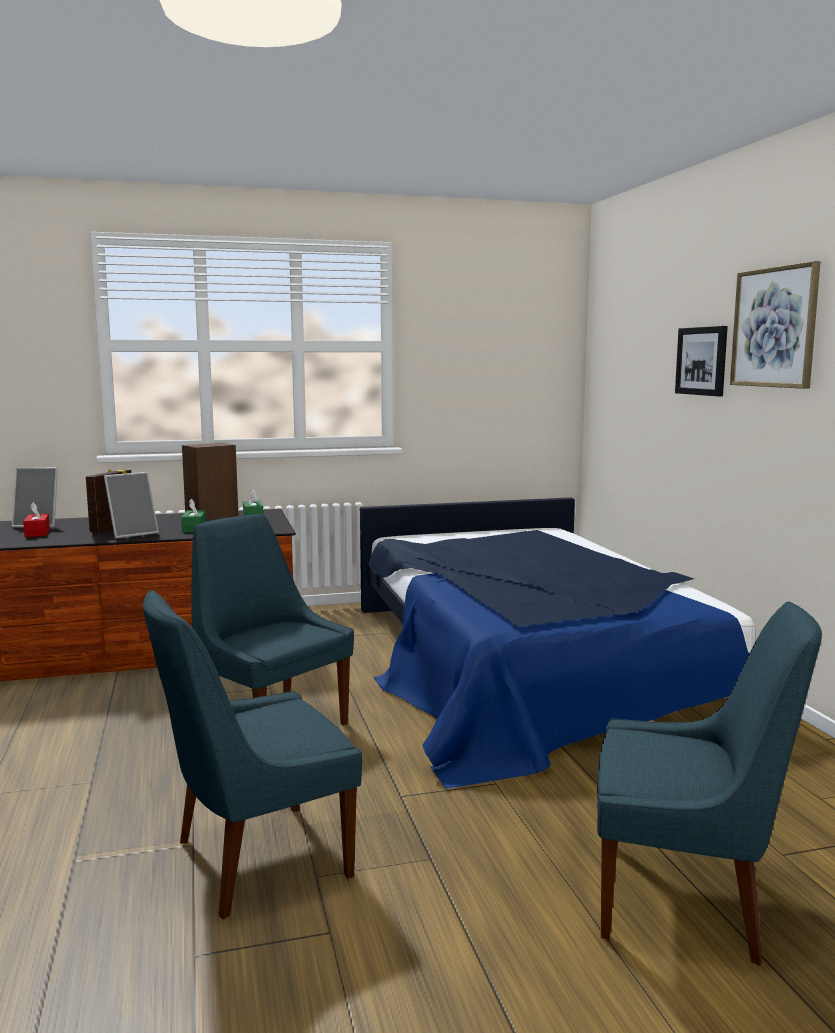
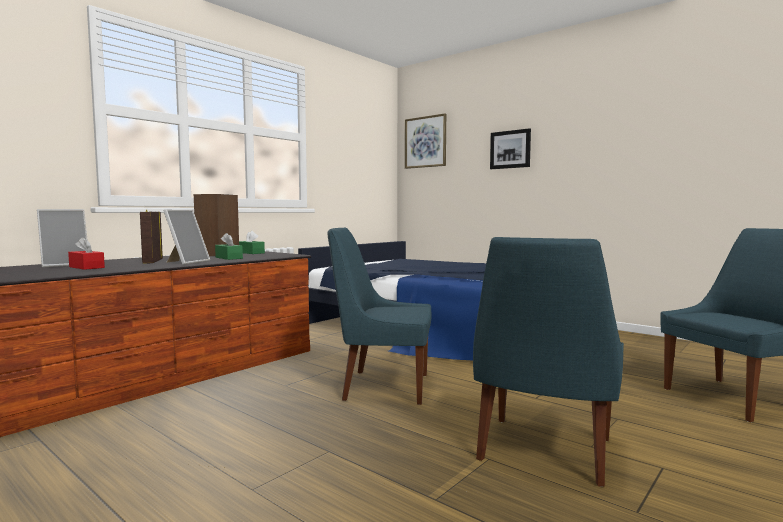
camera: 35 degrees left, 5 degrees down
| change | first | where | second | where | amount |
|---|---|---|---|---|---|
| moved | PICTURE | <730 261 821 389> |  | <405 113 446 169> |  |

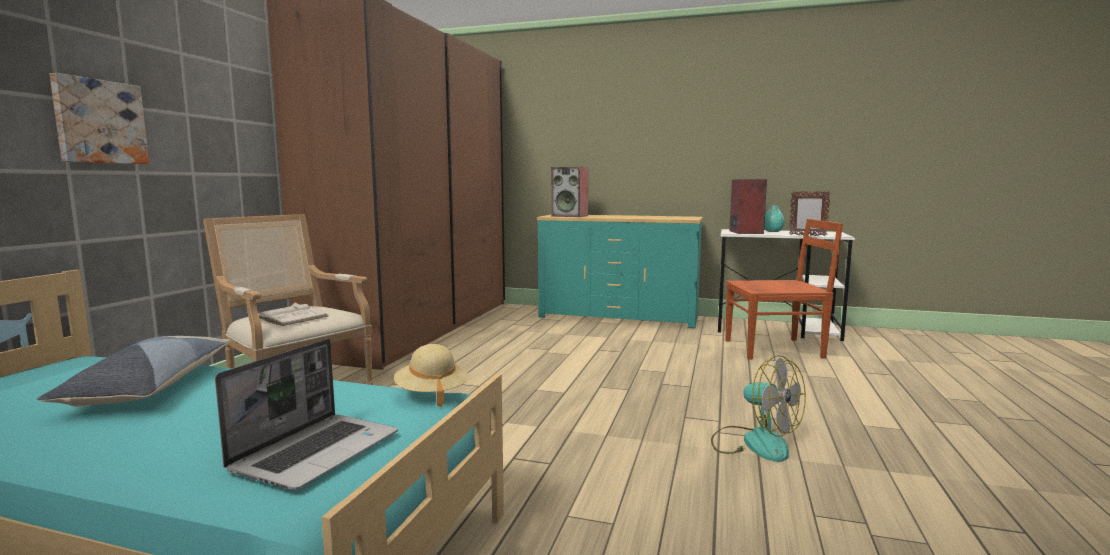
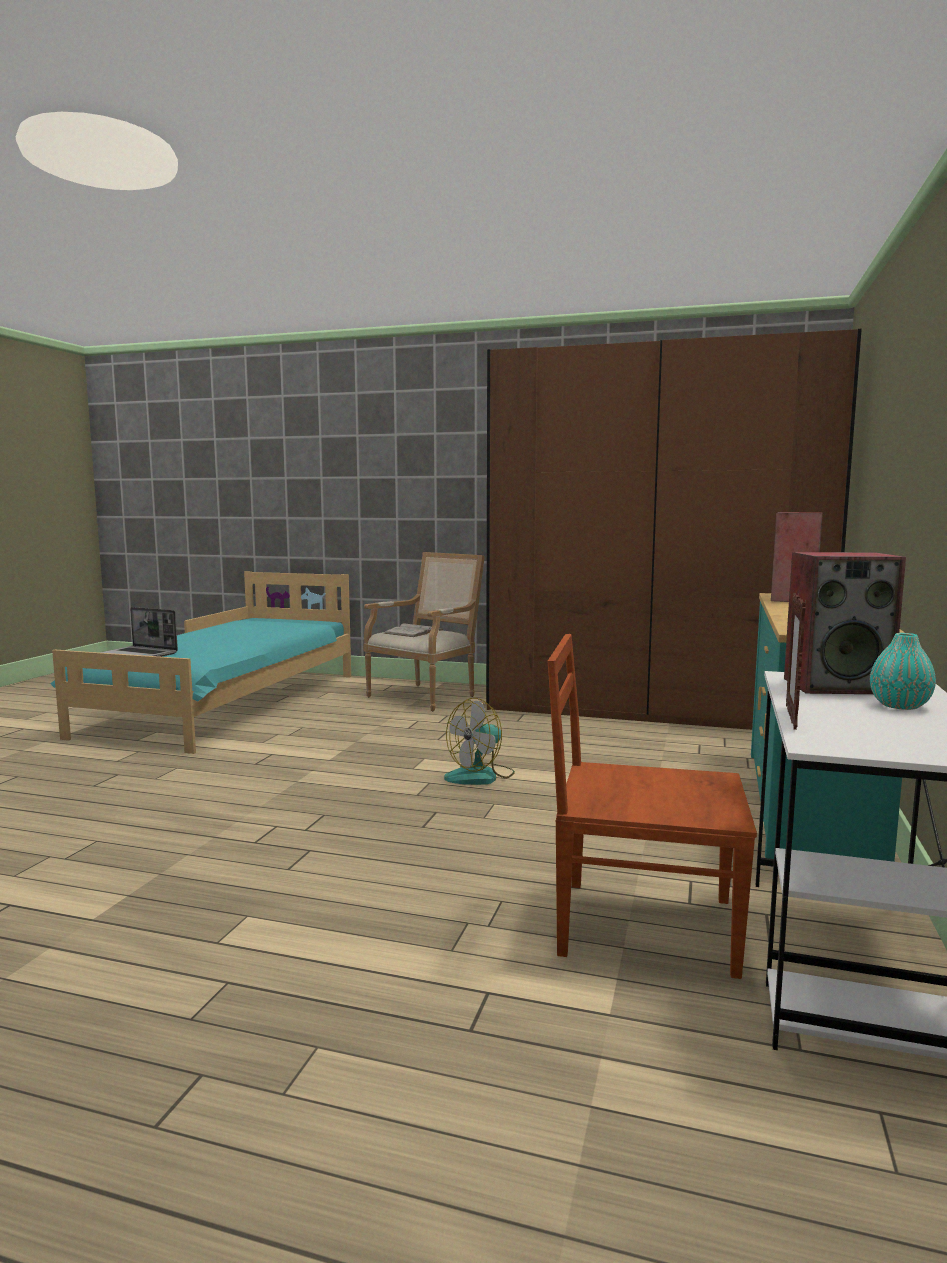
camera: 90 degrees right, 0 degrees up
| change | first | where | second | where | amount |
|---|---|---|---|---|---|
| moved | FAN | <711 355 806 462> |  | <444 698 515 785> |  |
| turned | BROWN CHAIR | <726 219 843 359> |  | <547 634 757 979> | 105 degrees clockwise |
| removed | PILLOW | <37 336 231 407> |  |  |  |
| removed | PICTURE | <50 73 149 164> |  |  |  |
| removed | BEIGE HAT | <394 344 469 407> |  |  |  |

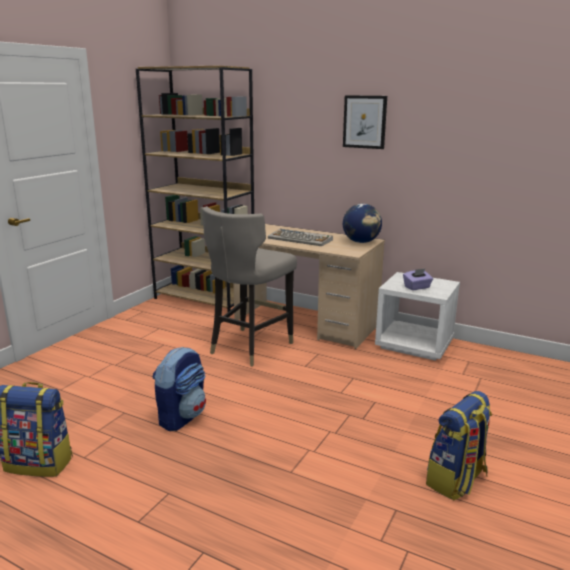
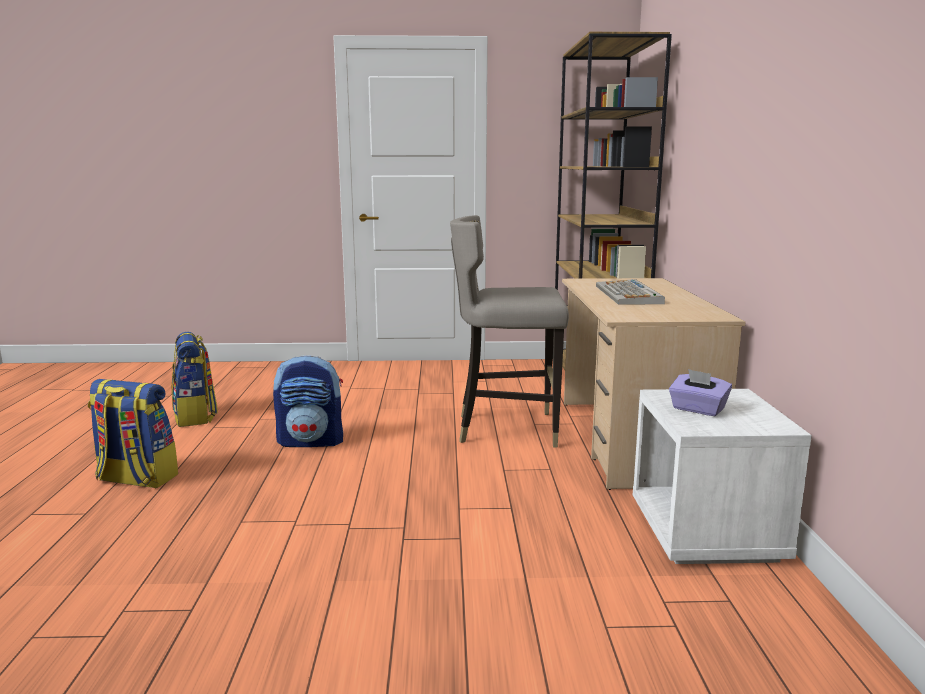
camera: 60 degrees right, 5 degrees down
| change | first | where | second | where | amount |
|---|---|---|---|---|---|
| moved | BACKPACK | <426 391 492 501> |  | <88 379 178 488> |  |
| removed | PICTURE | <343 95 387 149> |  |  |  |
| removed | GLOBE | <343 204 382 243> |  |  |  |

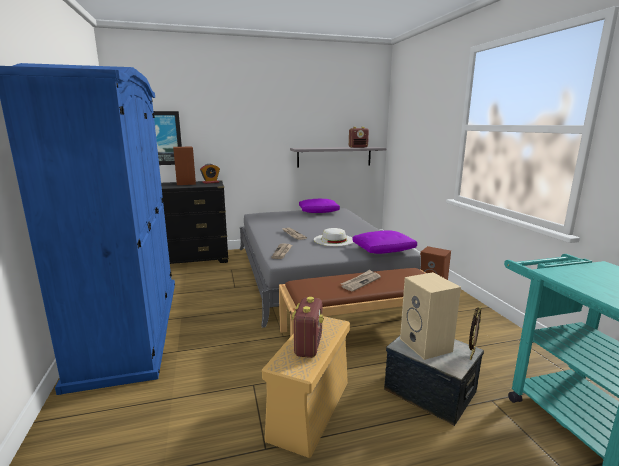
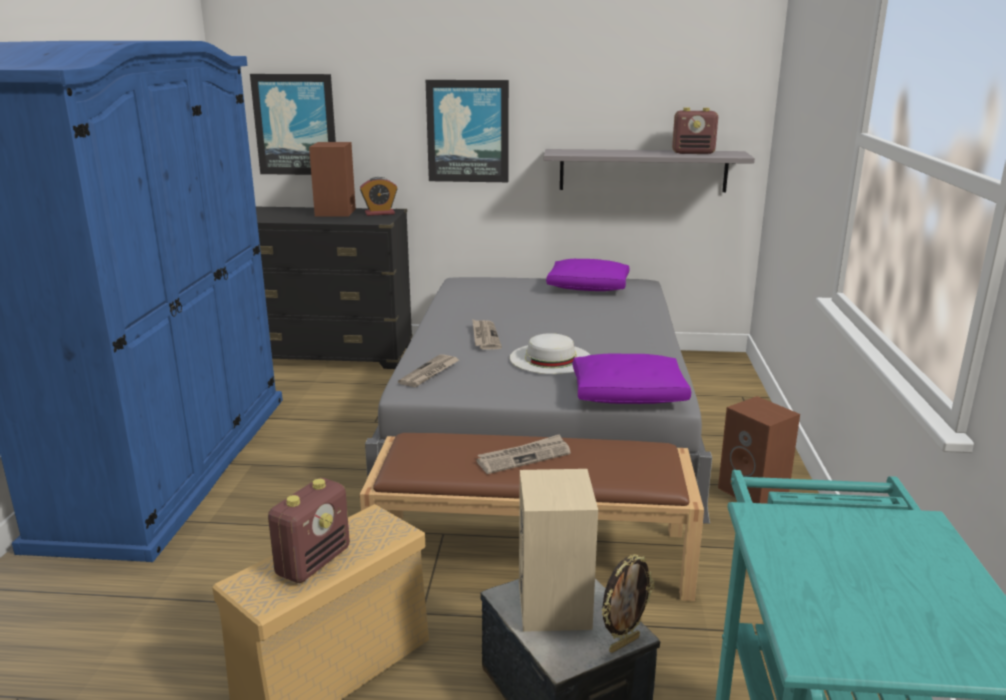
camera: 20 degrees right, 5 degrees up
| change | first | where | second | where | amount |
|---|---|---|---|---|---|
| added |  |  | PICTURE | <426 80 509 182> |  |

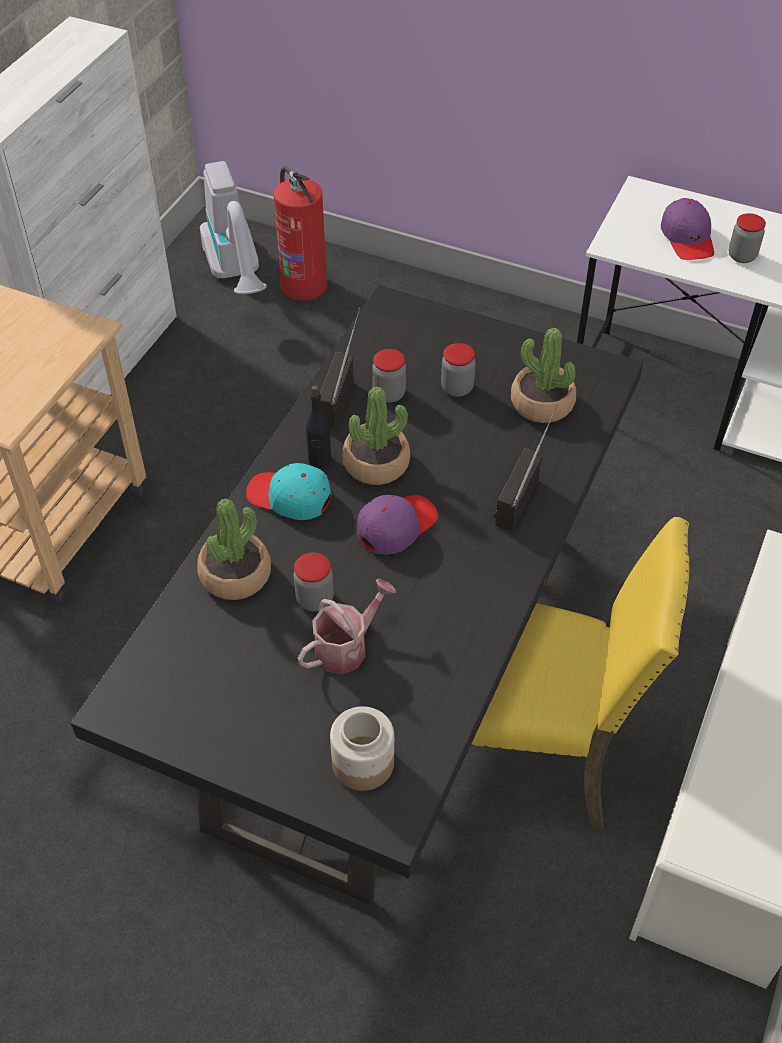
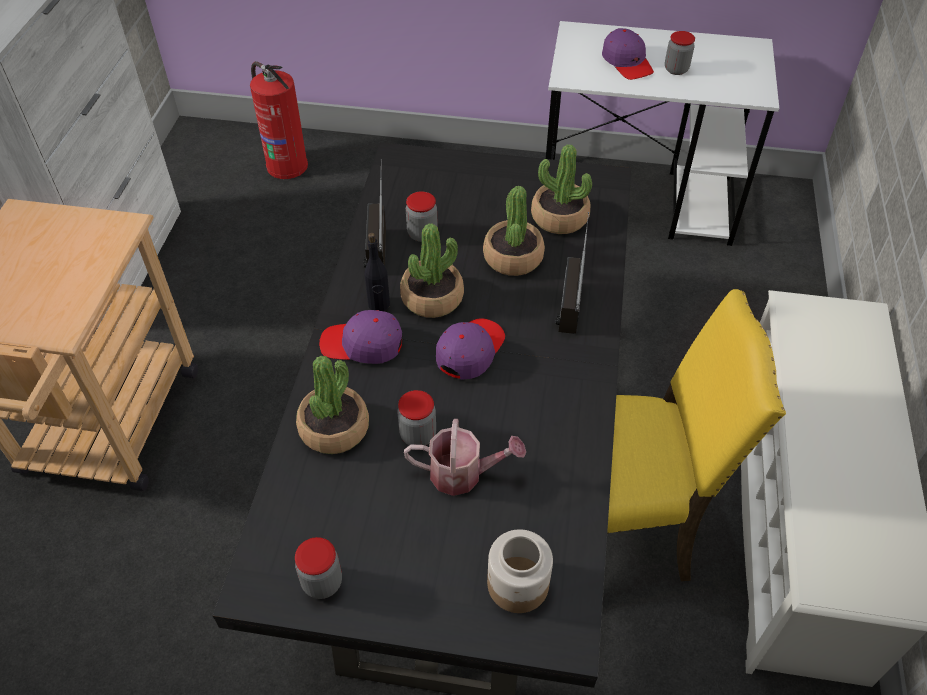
camera: 15 degrees left, 0 degrees up
| change | first | where | second | where | amount |
|---|---|---|---|---|---|
| moved | JAR | <441 343 476 397> |  | <295 537 342 599> |  |
| recoloured | TURQUOISE CAP | <246 463 331 520> | PURPLE CAP | <319 310 402 364> |  |
| turned | WATERING CAN | <297 579 396 674> |  | <404 419 526 496> | 60 degrees clockwise |
| added |  |  | POTTED PLANT | <483 186 545 276> |  |
| removed | VACUUM CLEANER | <200 161 267 294> |  |  |  |

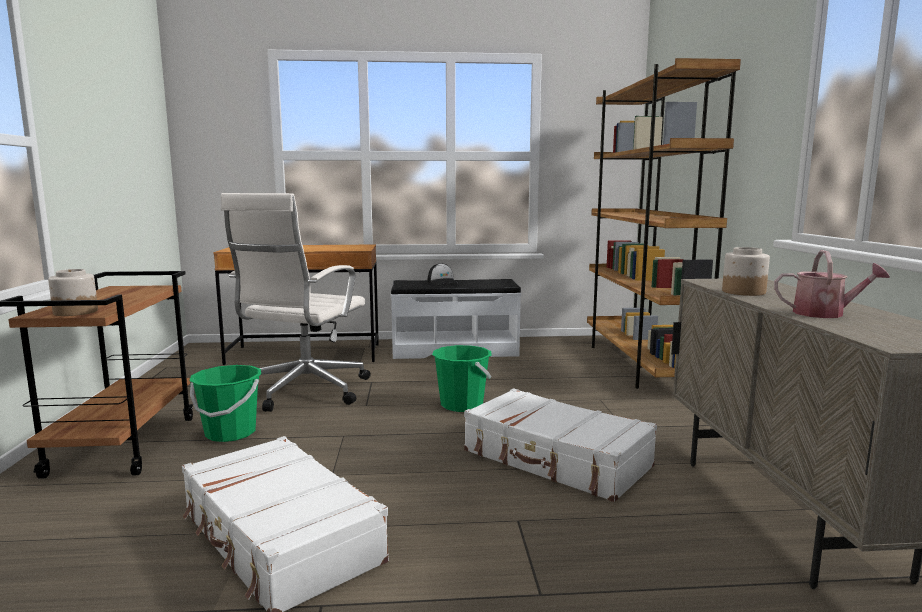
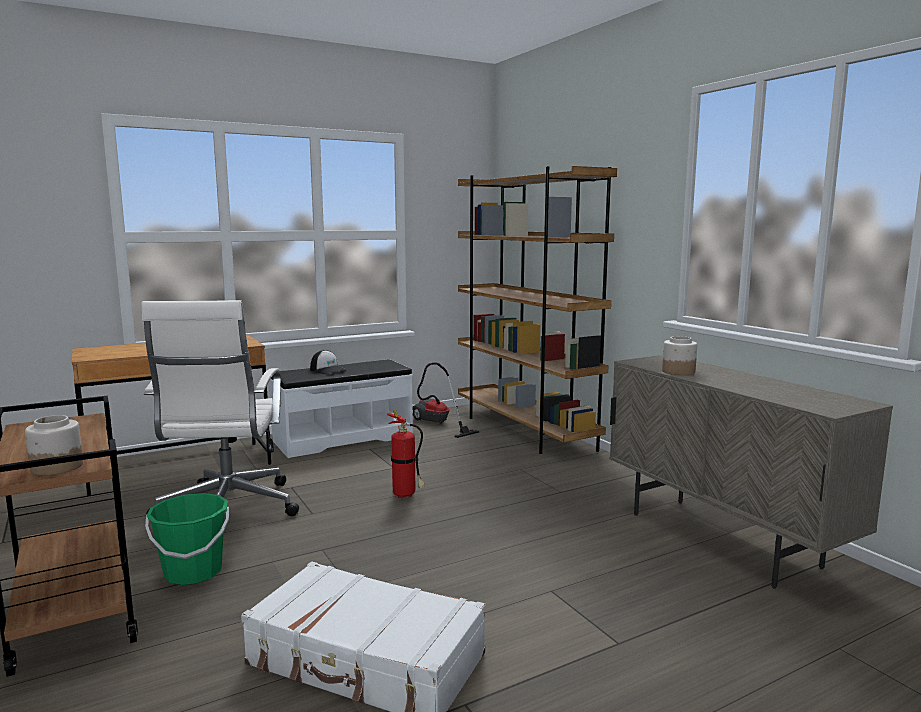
camera: 25 degrees left, 0 degrees up
| change | first | where | second | where | amount |
|---|---|---|---|---|---|
| replaced | GREEN BUCKET | <432 345 492 412> | FIRE EXTINGUISHER | <387 409 425 499> |  |
| added |  |  | VACUUM CLEANER | <413 362 479 438> |  |
| removed | WHITE SUITCASE | <464 388 657 502> |  |  |  |
| removed | WATERING CAN | <774 250 890 318> |  |  |  |

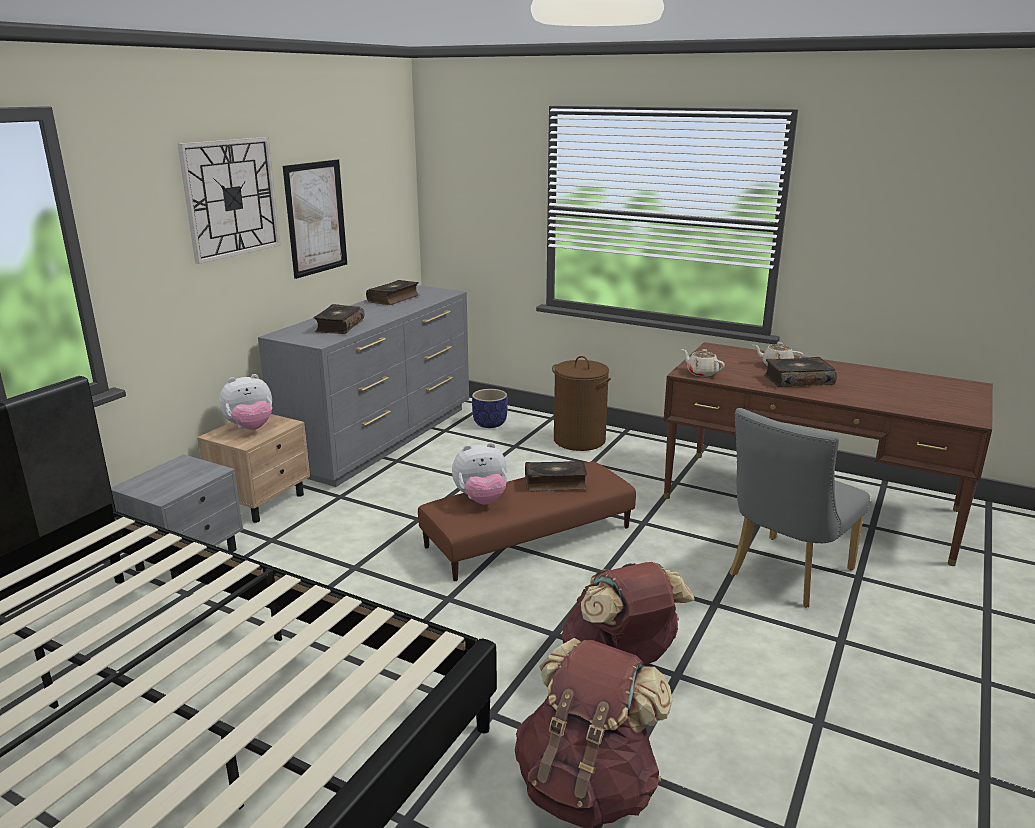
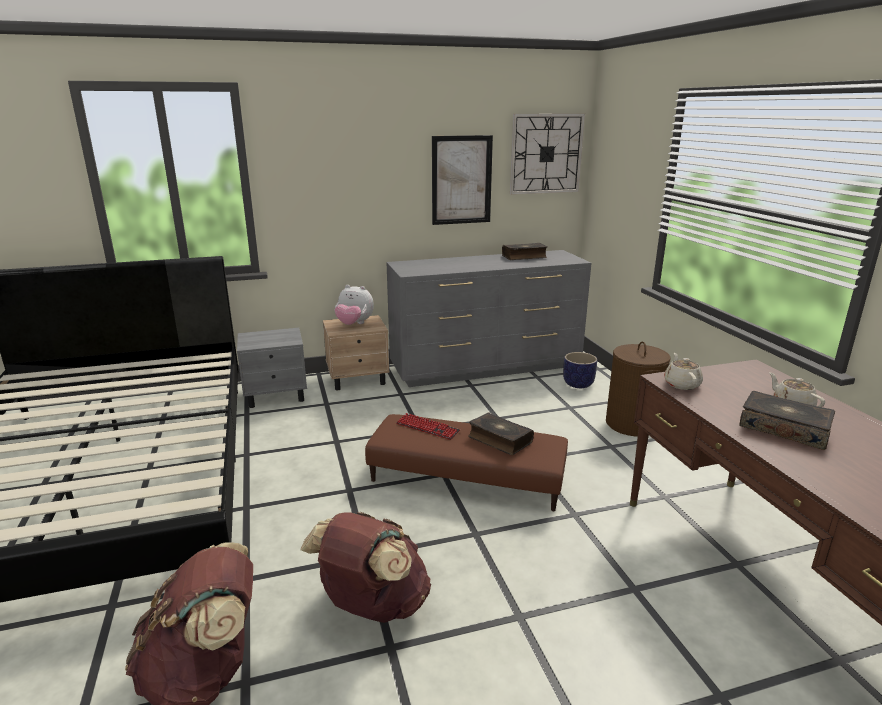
camera: 45 degrees right, 0 degrees up
| change | first | where | second | where | amount |
|---|---|---|---|---|---|
| replaced | PLUSH TOY | <452 442 507 505> | KEYBOARD | <396 413 460 440> |  |
| moved | WALL CLOCK | <178 137 281 264> |  | <510 113 585 195> |  |
| removed | BOOK | <313 304 364 334> |  |  |  |
| removed | GREY CHAIR | <729 408 870 608> |  |  |  |

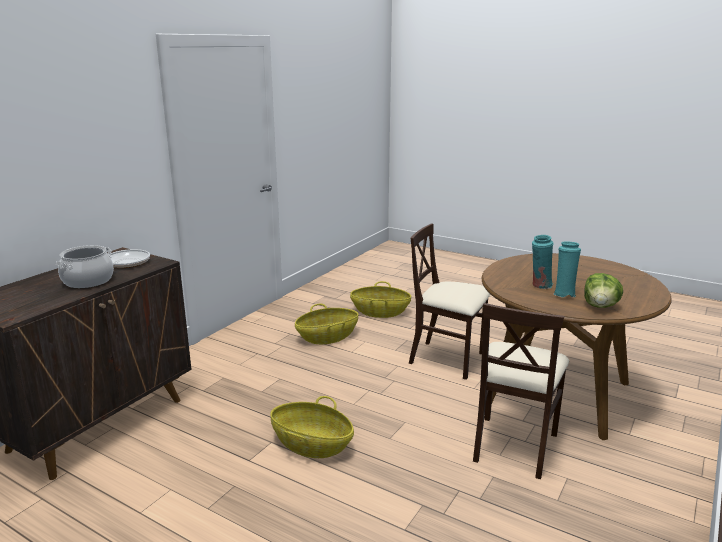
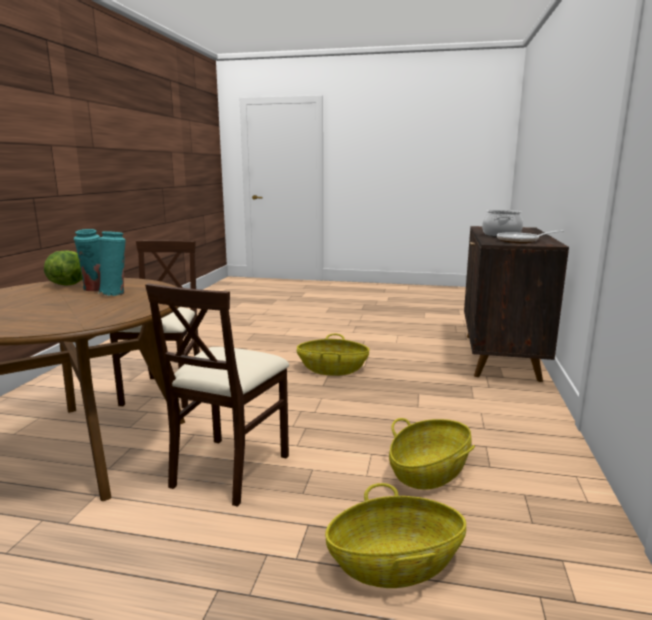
camera: 160 degrees right, 5 degrees down
| change | first | where | second | where | amount |
|---|---|---|---|---|---|
| turned | BEIGE CHAIR | <409 224 490 380> |  | <145 283 289 507> | 105 degrees clockwise |

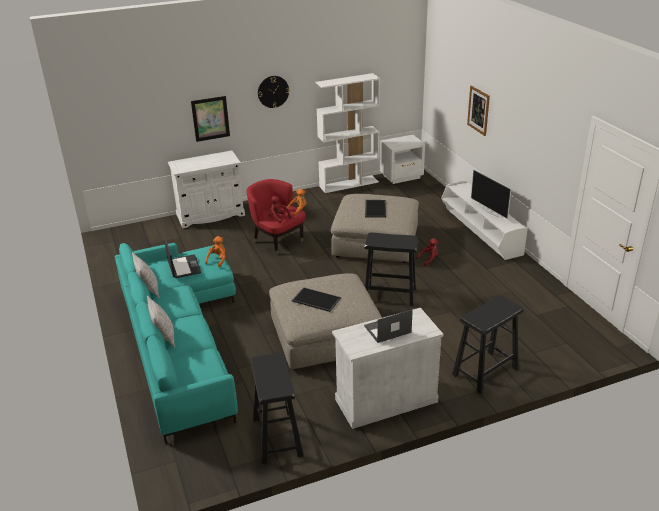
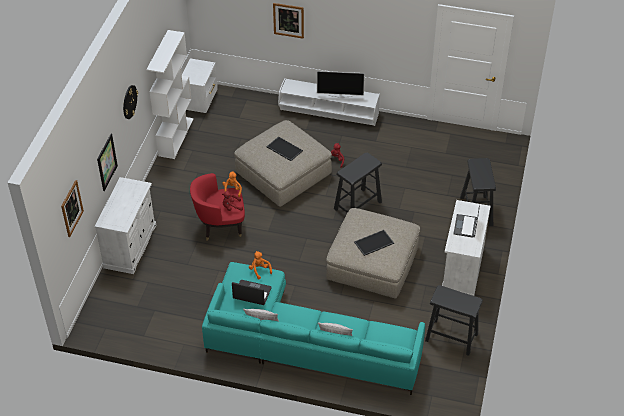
camera: 55 degrees left, 15 degrees up
| change | first | where | second | where | amount |
|---|---|---|---|---|---|
| added |  |  | PICTURE | <61 180 84 237> |  |

